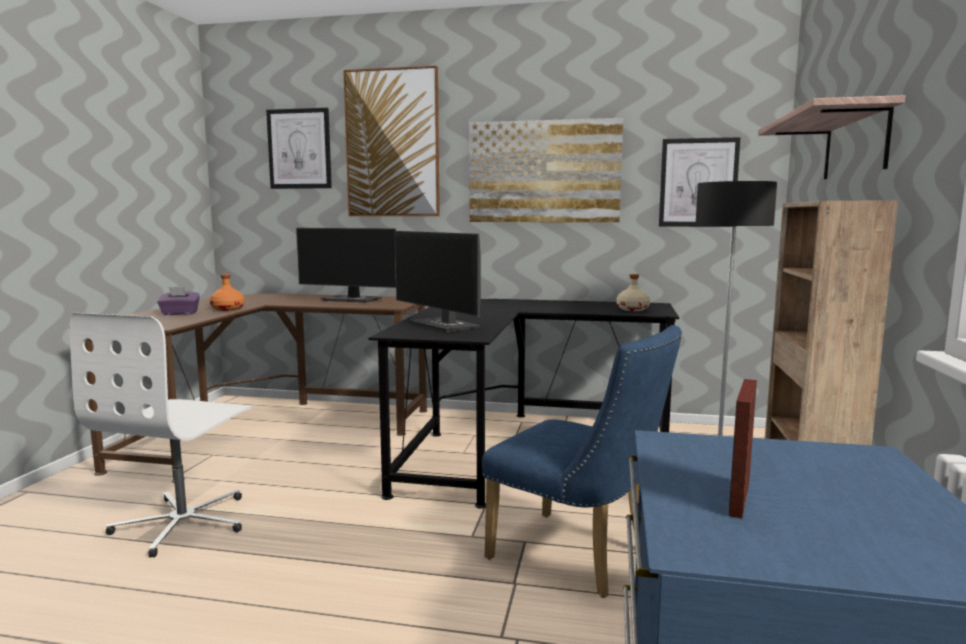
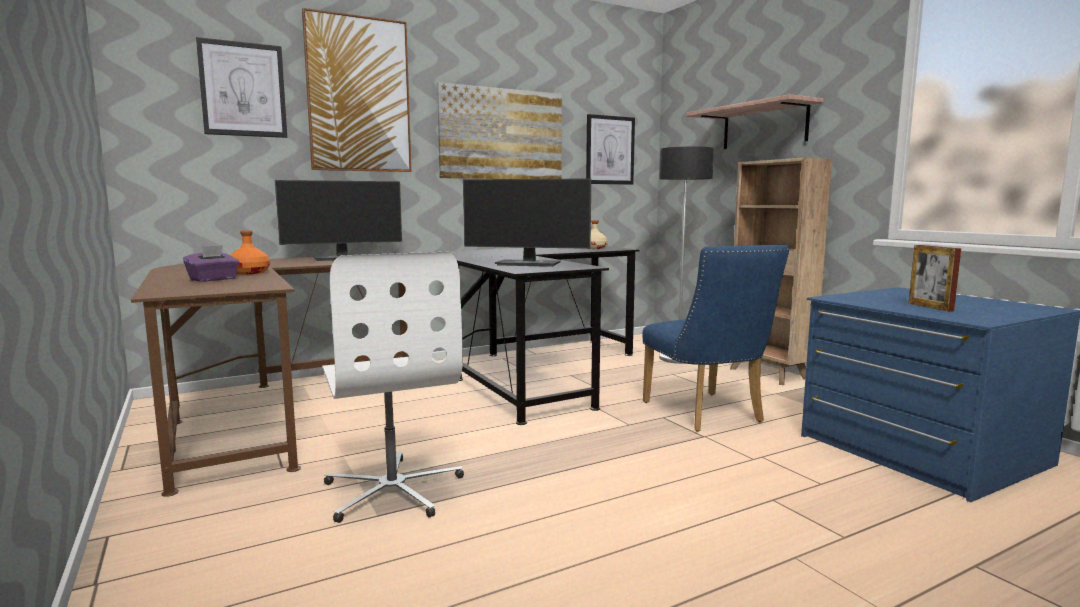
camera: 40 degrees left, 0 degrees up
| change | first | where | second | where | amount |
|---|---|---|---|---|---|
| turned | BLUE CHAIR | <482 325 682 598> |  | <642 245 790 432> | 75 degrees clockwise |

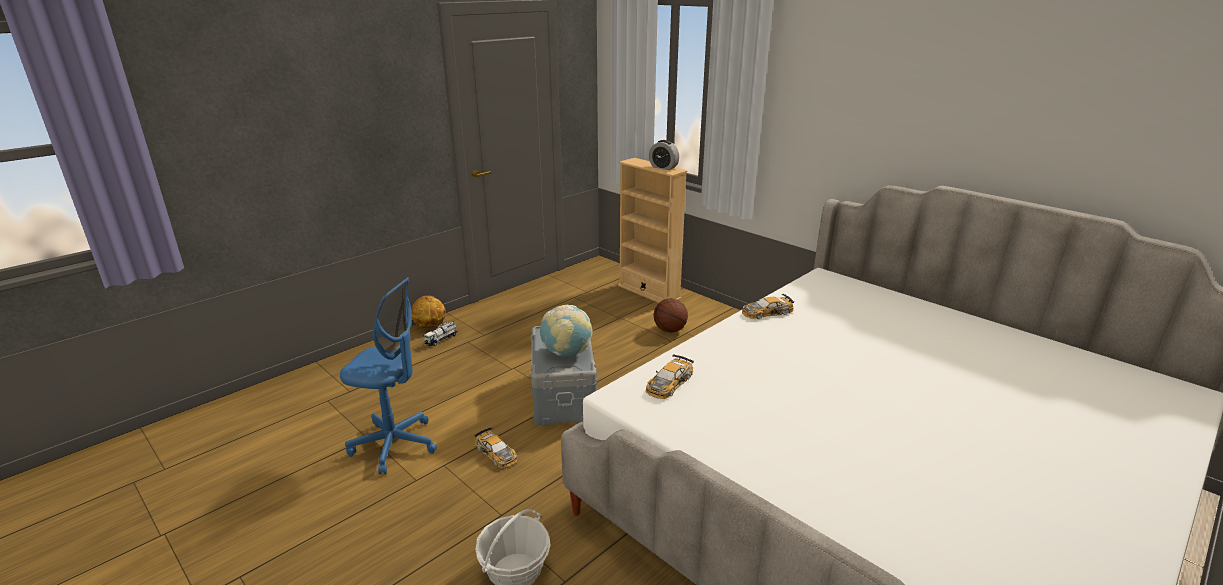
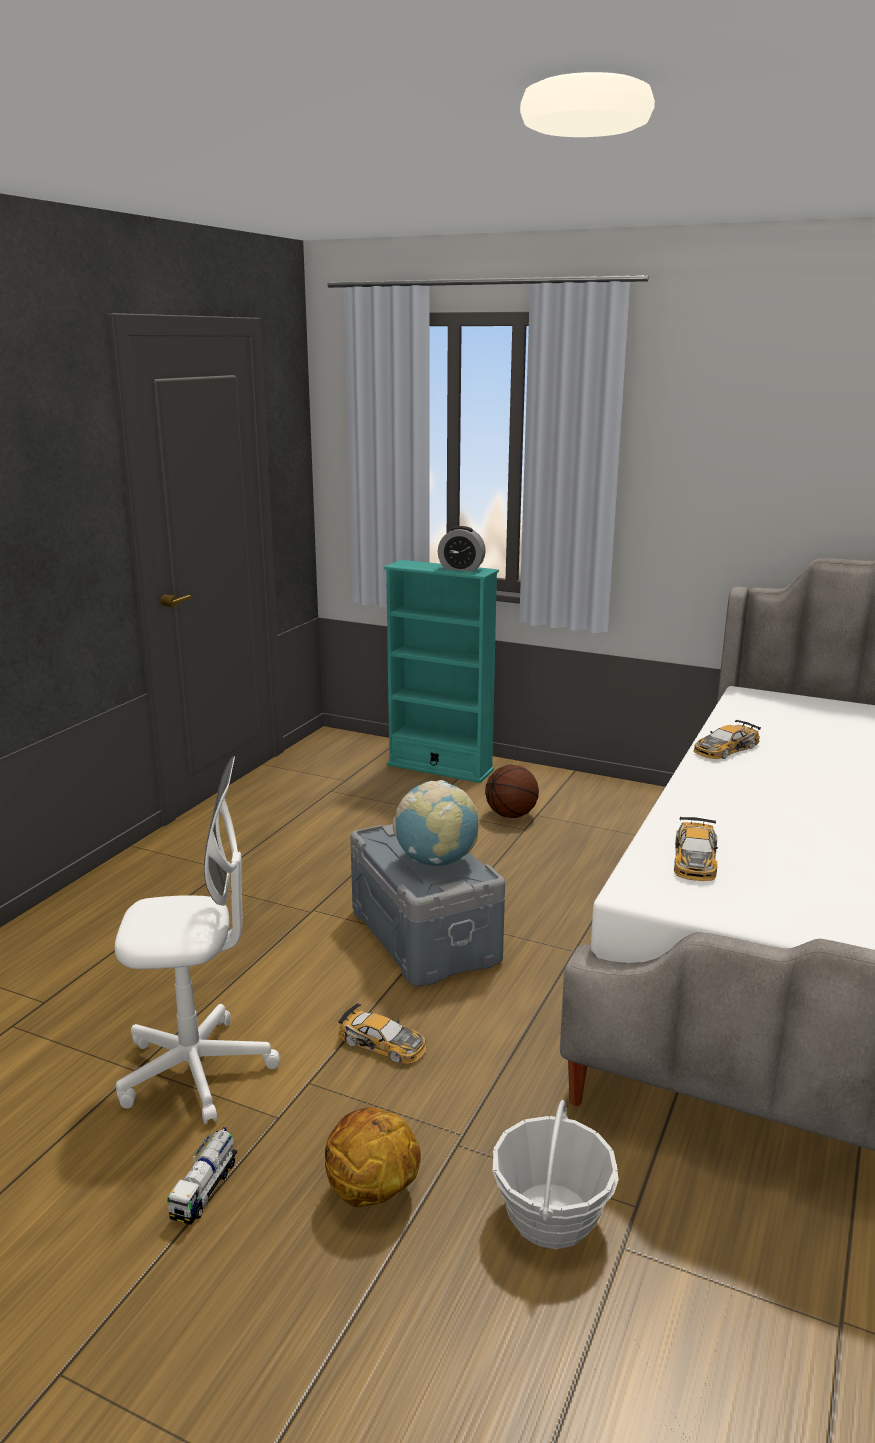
camera: 20 degrees left, 5 degrees down
| change | first | where | second | where | amount |
|---|---|---|---|---|---|
| recoloured | BLUE OFFICE CHAIR | <340 277 437 474> | WHITE OFFICE CHAIR | <115 756 279 1124> |  |
| moved | TOY TRUCK | <424 321 458 346> |  | <167 1127 237 1225> |  |
| moved | BASKETBALL | <411 295 446 328> |  | <325 1107 421 1207> |  |
| recoloured | BEIGE BOOKCASE | <618 158 688 303> | TURQUOISE BOOKCASE | <384 560 499 783> |  |

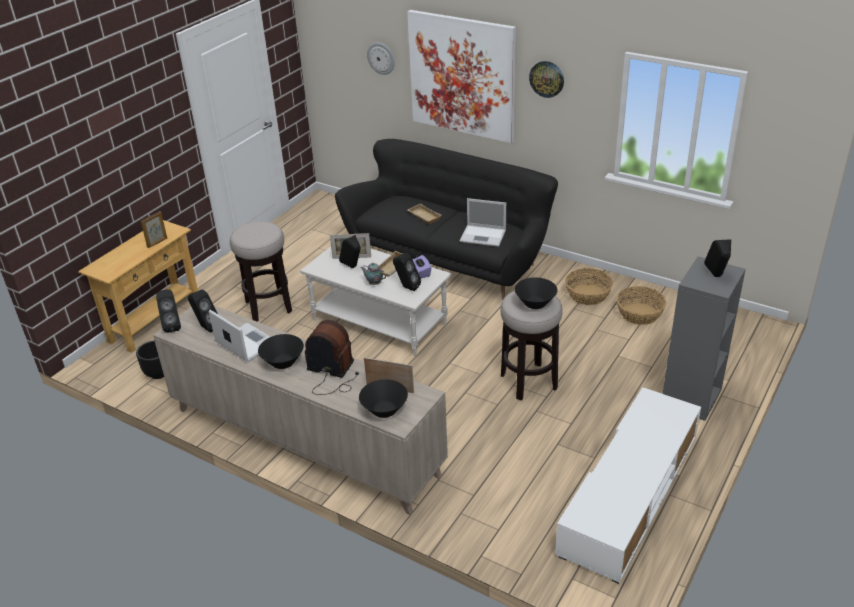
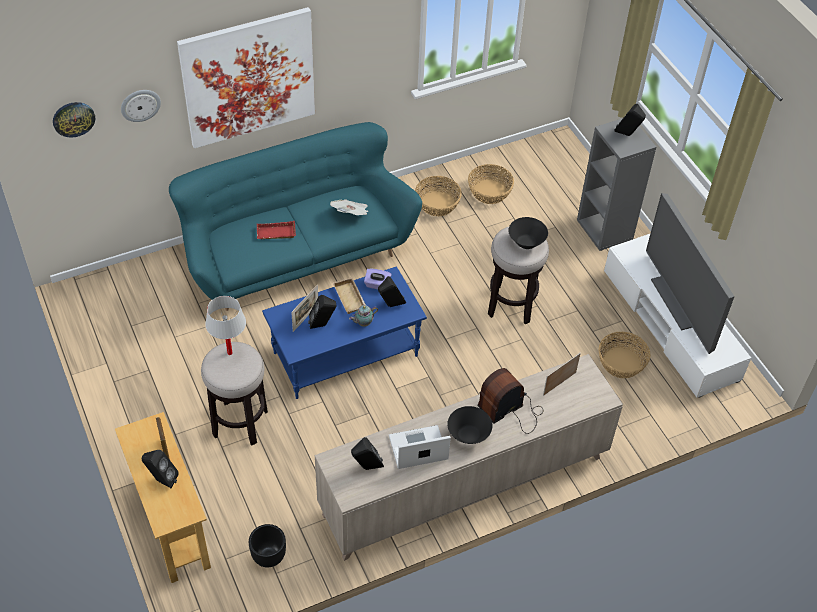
camera: 60 degrees left, 15 degrees up
| change | first | where | second | where | amount |
|---|---|---|---|---|---|
| moved | WALL CLOCK | <529 61 564 98> |  | <53 102 95 137> |  |
| moved | BLACK SPEAKER | <156 289 181 333> |  | <142 450 179 488> |  |
| recoloured | BLACK SOFA | <335 139 558 299> | TURQUOISE SOFA | <169 122 422 311> |  |
| added |  |  | WHITE TABLE LAMP | <205 296 246 355> |  |
| recoloured | BEIGE TRAY | <408 203 442 224> | RED TRAY | <257 221 296 239> |  |
| recoloured | WHITE COFFEE TABLE | <300 246 452 357> | BLUE COFFEE TABLE | <262 266 427 399> |  |
| replaced | LAPTOP | <460 198 506 247> | NEWSPAPER | <330 199 368 215> |  |
| added |  |  | BASKET | <599 332 651 378> |  |
| added |  |  | TELEVISION | <646 193 735 354> |  |
| removed | BLACK BOWL | <359 379 408 418> |  |  |  |

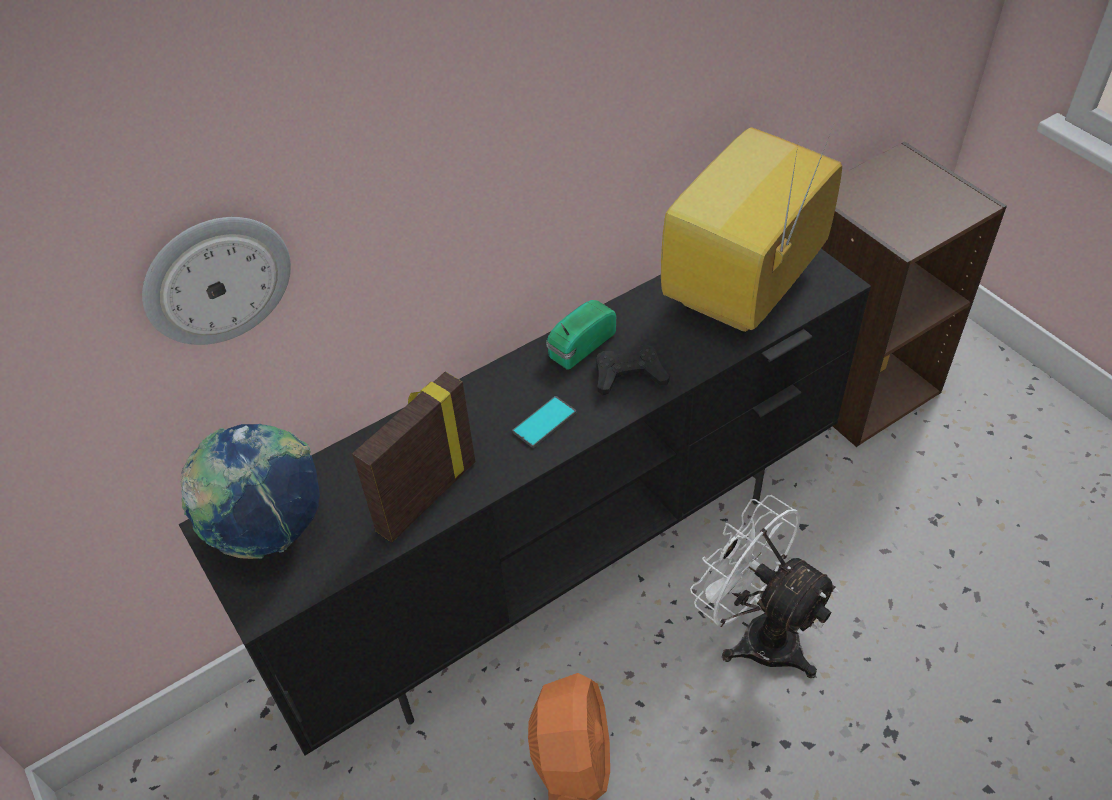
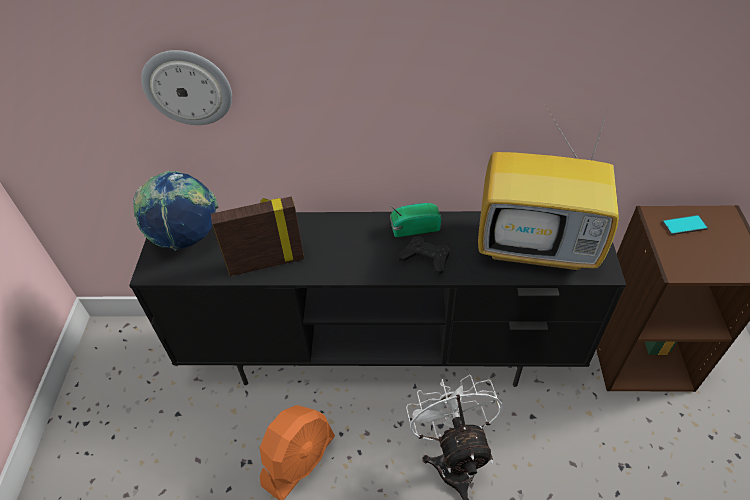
camera: 35 degrees right, 0 degrees up
| change | first | where | second | where | amount |
|---|---|---|---|---|---|
| turned | TELEVISION | <661 122 842 333> |  | <478 99 619 271> | 150 degrees counterclockwise |
| moved | PHONE | <512 396 576 448> |  | <662 215 708 235> |  |

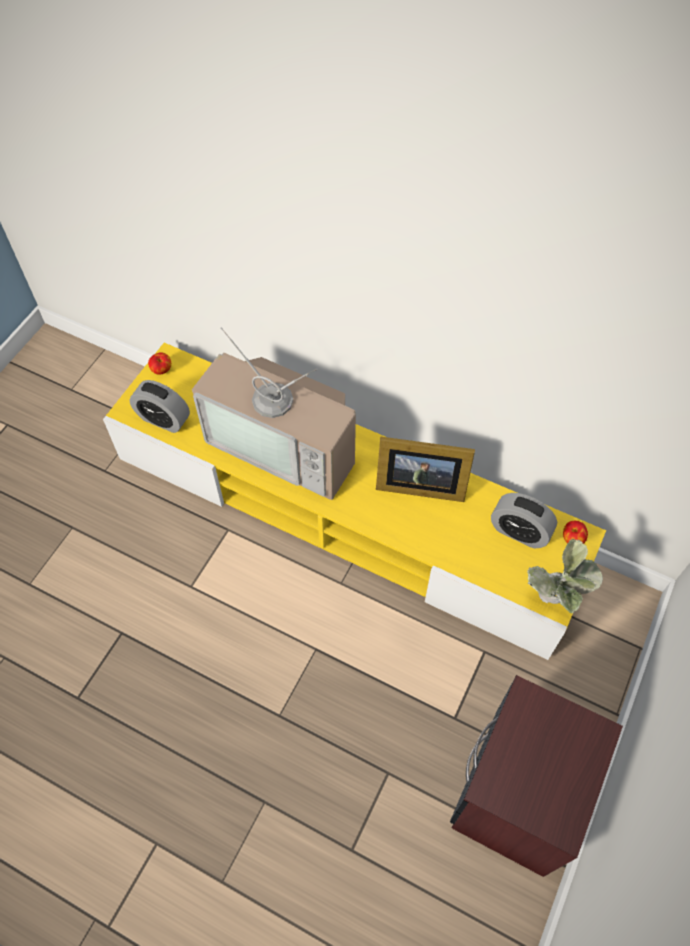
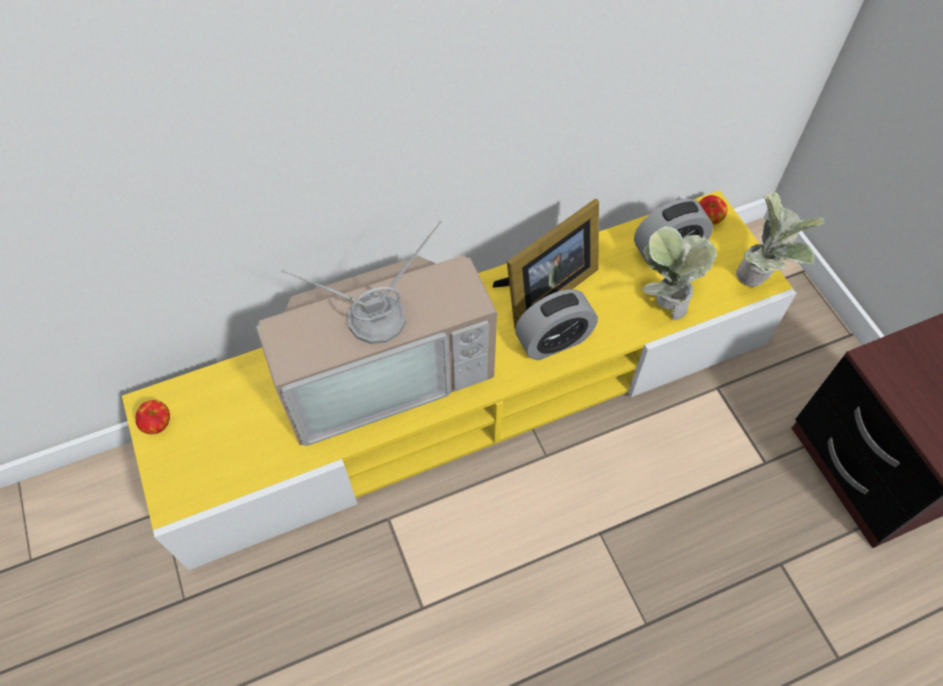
camera: 50 degrees left, 0 degrees up
| change | first | where | second | where | amount |
|---|---|---|---|---|---|
| moved | ALARM CLOCK | <129 380 190 433> |  | <515 289 598 360> |  |
| added |  |  | POTTED PLANT | <642 226 717 320> |  |

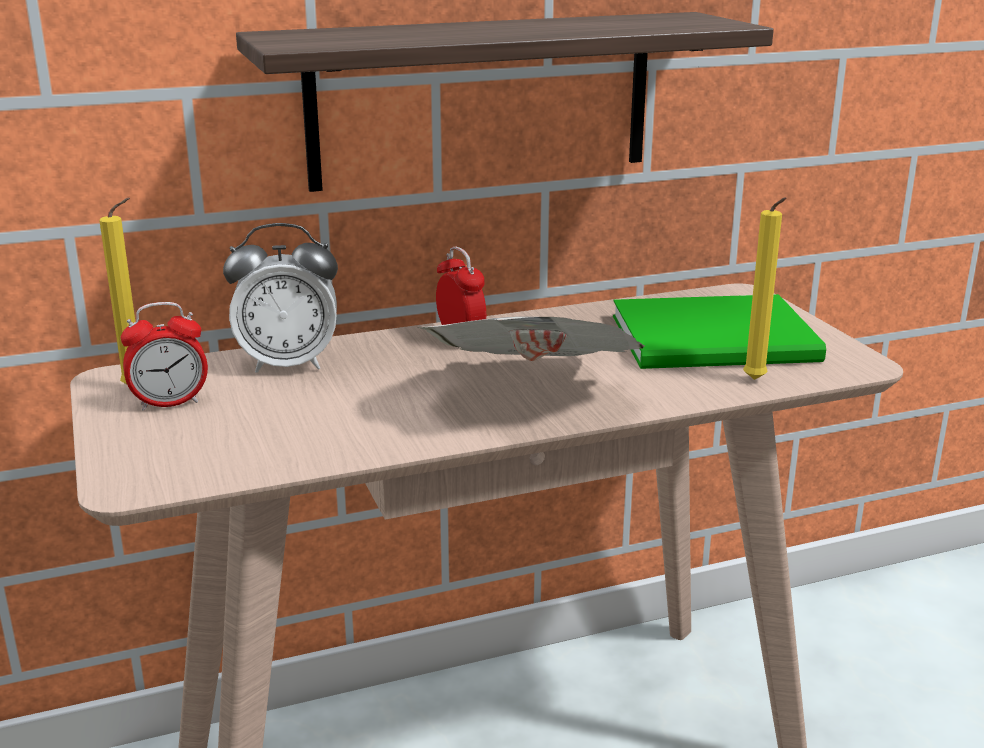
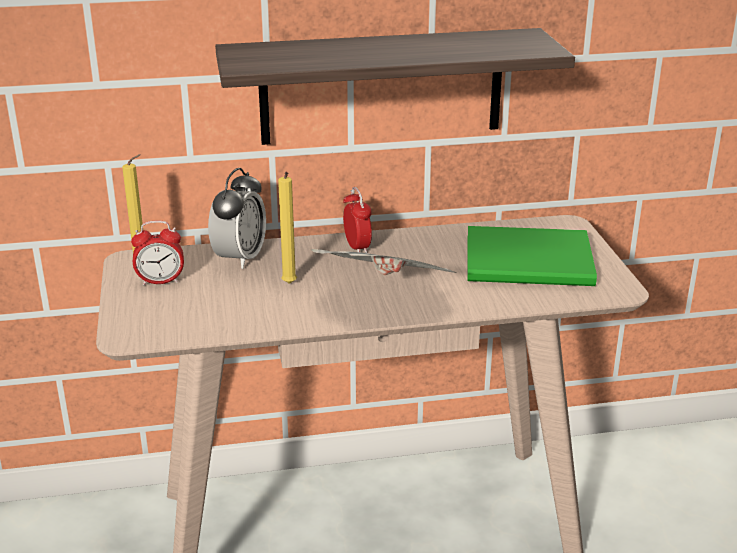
camera: 10 degrees right, 5 degrees up
| change | first | where | second | where | amount |
|---|---|---|---|---|---|
| turned | ALARM CLOCK | <223 223 338 373> |  | <208 168 266 269> | 75 degrees counterclockwise |
| moved | YELLOW CANDLE | <743 197 787 380> |  | <278 172 297 284> |  |

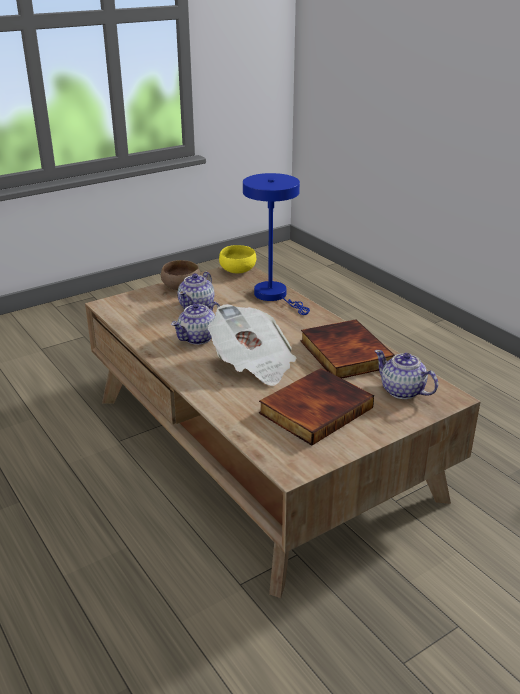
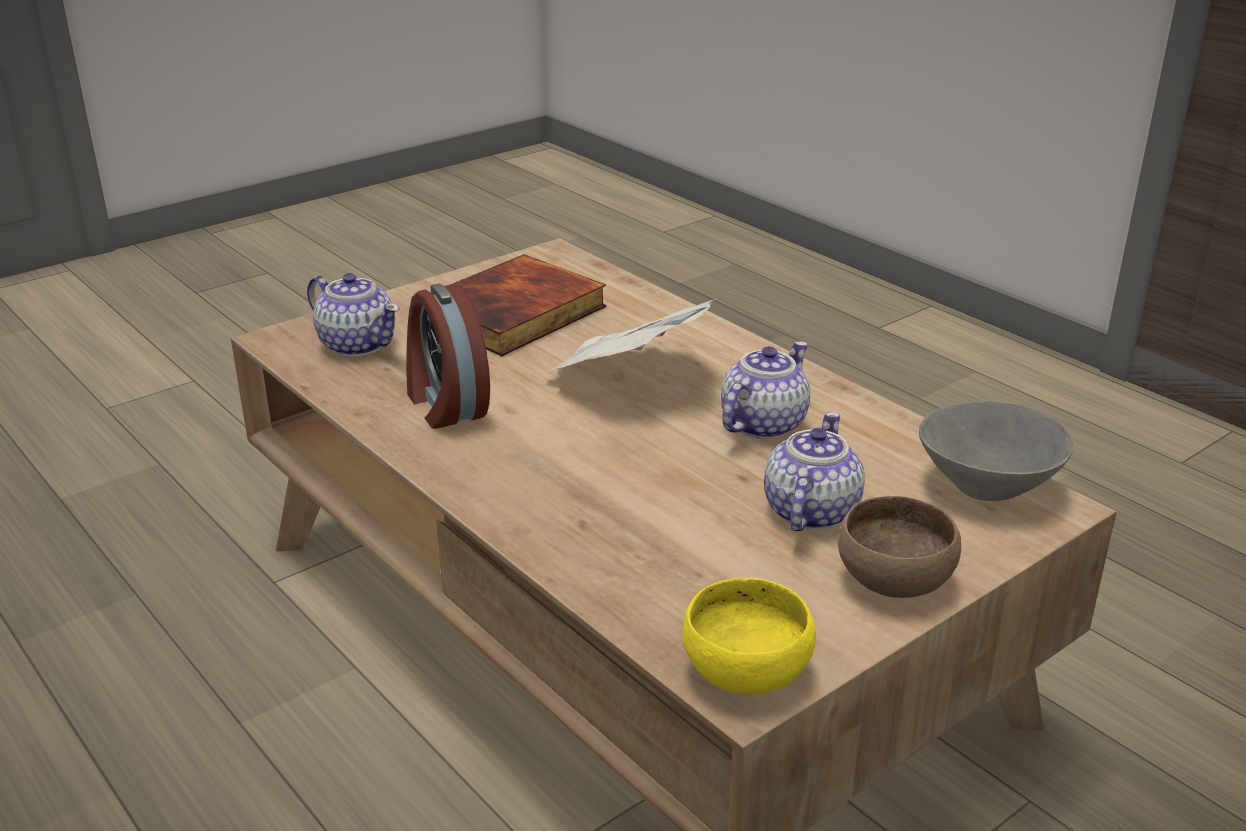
camera: 175 degrees right, 0 degrees up
| change | first | where | second | where | amount |
|---|---|---|---|---|---|
| replaced | BOOK | <300 320 395 378> | ALARM CLOCK | <406 283 490 429> |  |
| added |  |  | GREY BOWL | <919 401 1073 501> |  |
| removed | BLUE TABLE LAMP | <243 173 310 315> |  |  |  |

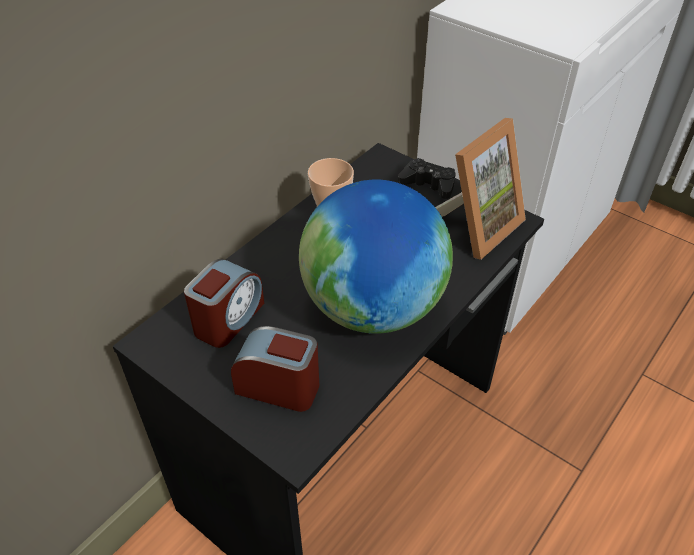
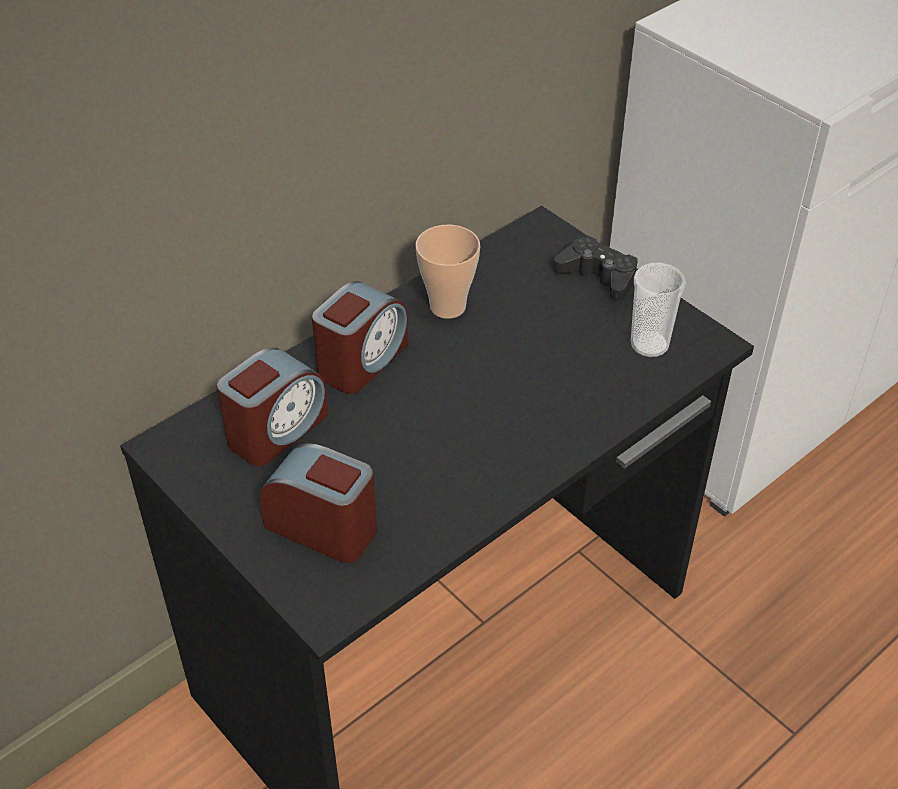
camera: 10 degrees right, 0 degrees up
| change | first | where | second | where | amount |
|---|---|---|---|---|---|
| added |  |  | ALARM CLOCK | <312 281 408 394> |  |
| replaced | PICTURE FRAME | <435 118 526 260> | CUP | <631 263 686 357> |  |
| removed | GLOBE | <299 179 453 334> |  |  |  |

